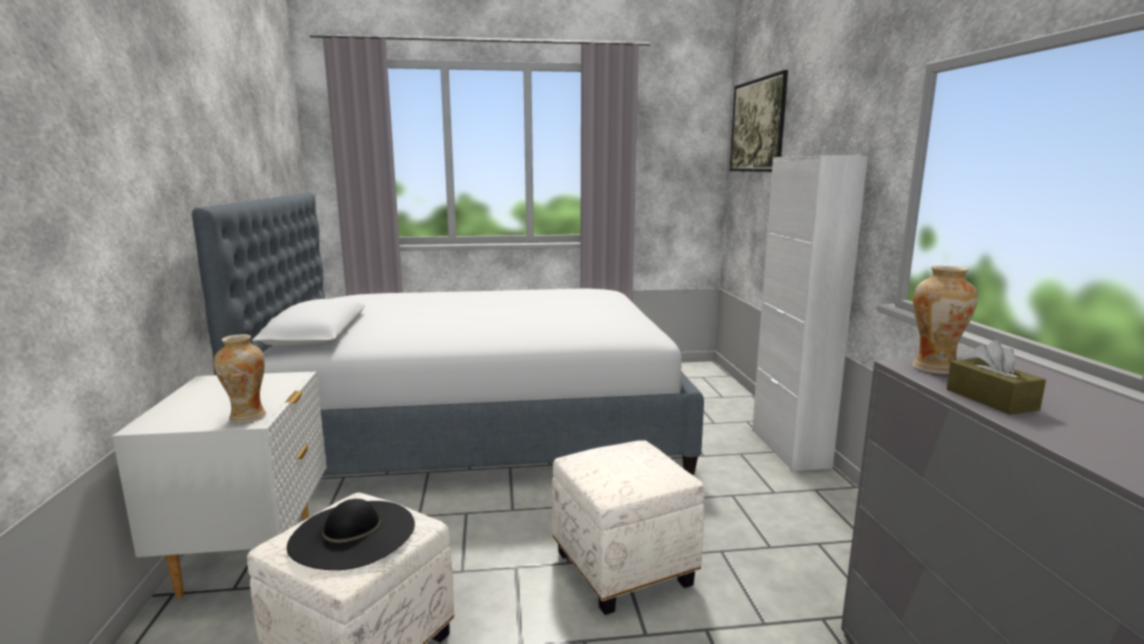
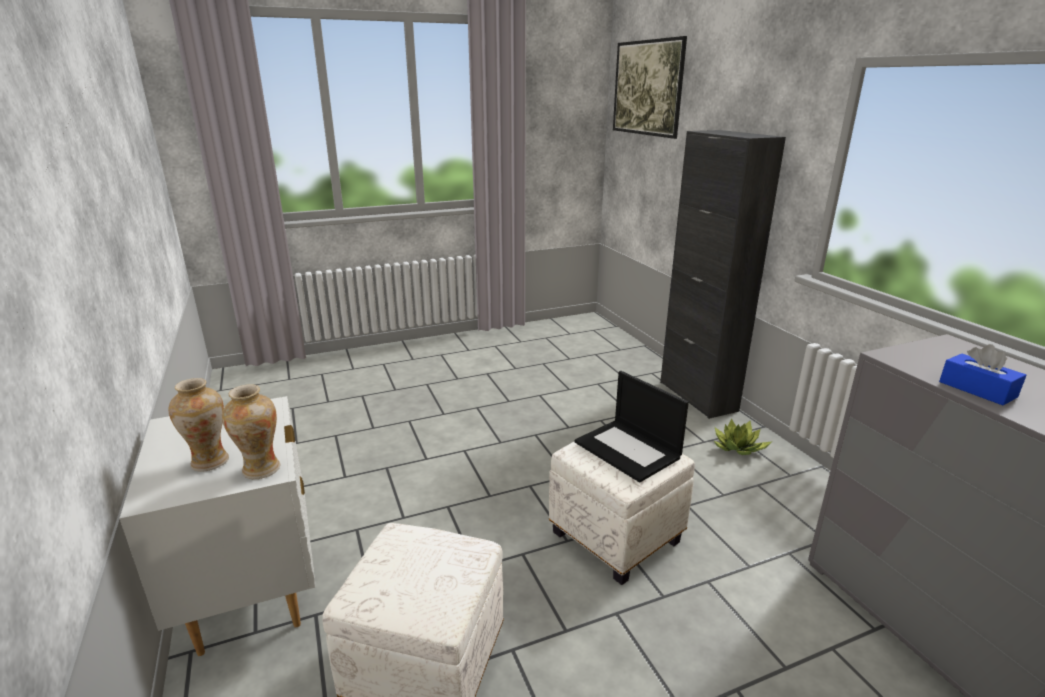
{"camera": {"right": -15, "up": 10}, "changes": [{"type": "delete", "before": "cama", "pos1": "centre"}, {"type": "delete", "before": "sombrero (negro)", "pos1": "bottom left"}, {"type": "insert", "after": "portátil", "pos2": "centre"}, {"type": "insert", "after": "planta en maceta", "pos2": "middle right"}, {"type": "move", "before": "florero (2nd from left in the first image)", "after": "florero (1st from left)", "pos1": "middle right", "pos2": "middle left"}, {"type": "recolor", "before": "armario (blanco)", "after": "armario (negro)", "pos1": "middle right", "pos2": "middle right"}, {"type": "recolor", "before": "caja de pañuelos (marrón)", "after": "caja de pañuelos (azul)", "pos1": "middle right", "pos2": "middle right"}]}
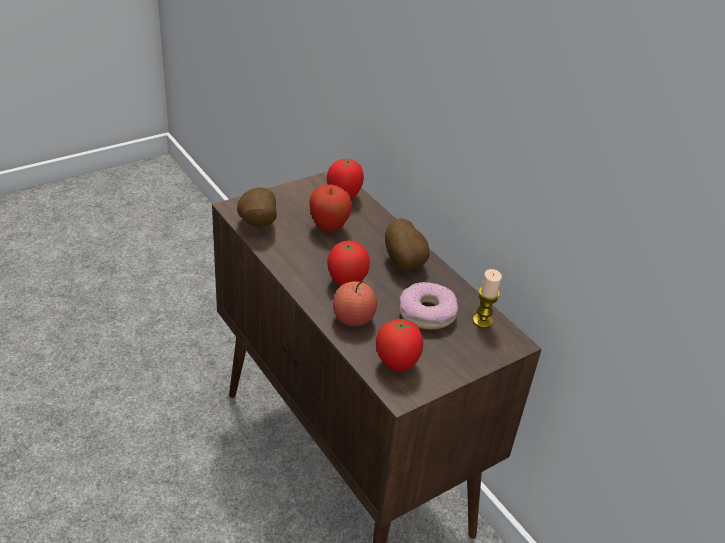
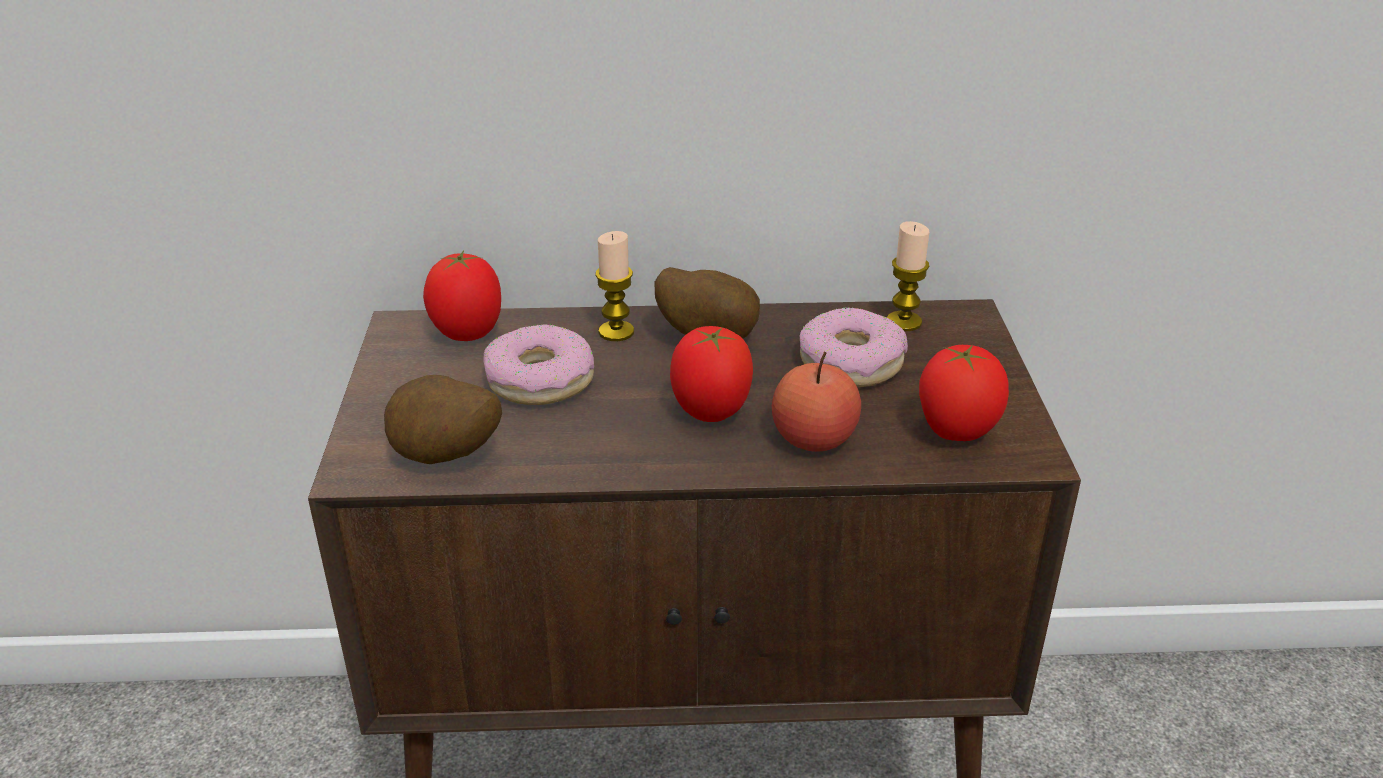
{"camera": {"right": -55, "up": -5}, "changes": [{"type": "insert", "after": "vela (1st from left)", "pos2": "centre"}, {"type": "replace", "before": "manzana (1st from left)", "after": "rosquilla (1st from left)", "pos1": "centre", "pos2": "centre"}]}
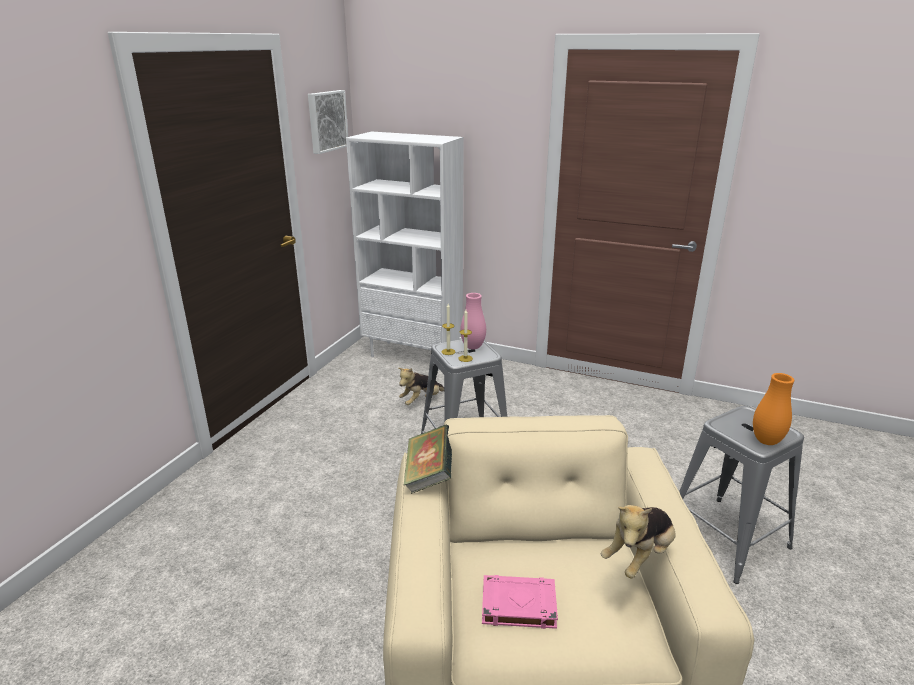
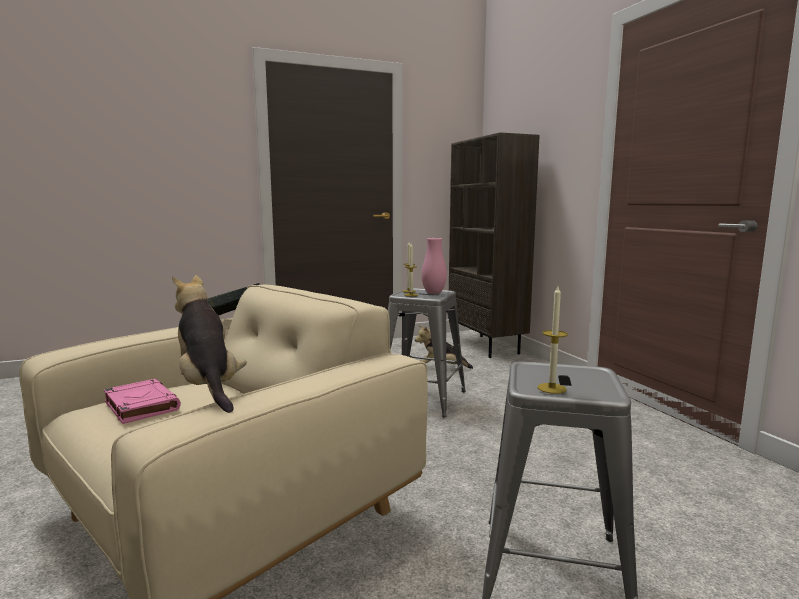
{"camera": {"right": 45, "up": -15}, "changes": [{"type": "delete", "before": "cuadro", "pos1": "top centre"}, {"type": "replace", "before": "florero (naranja)", "after": "vela (3rd from left)", "pos1": "middle right", "pos2": "middle right"}, {"type": "recolor", "before": "estantería (blanco)", "after": "estantería (marrón)", "pos1": "centre", "pos2": "centre"}, {"type": "rotate", "before": "peluche (2nd from left in the first image)", "pos1": "bottom right", "pos2": "middle left", "turn": 60}]}
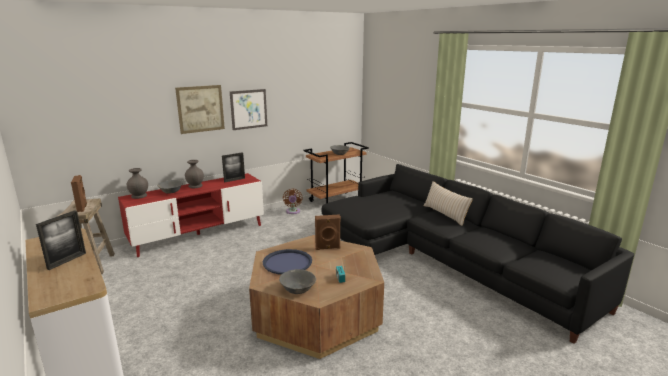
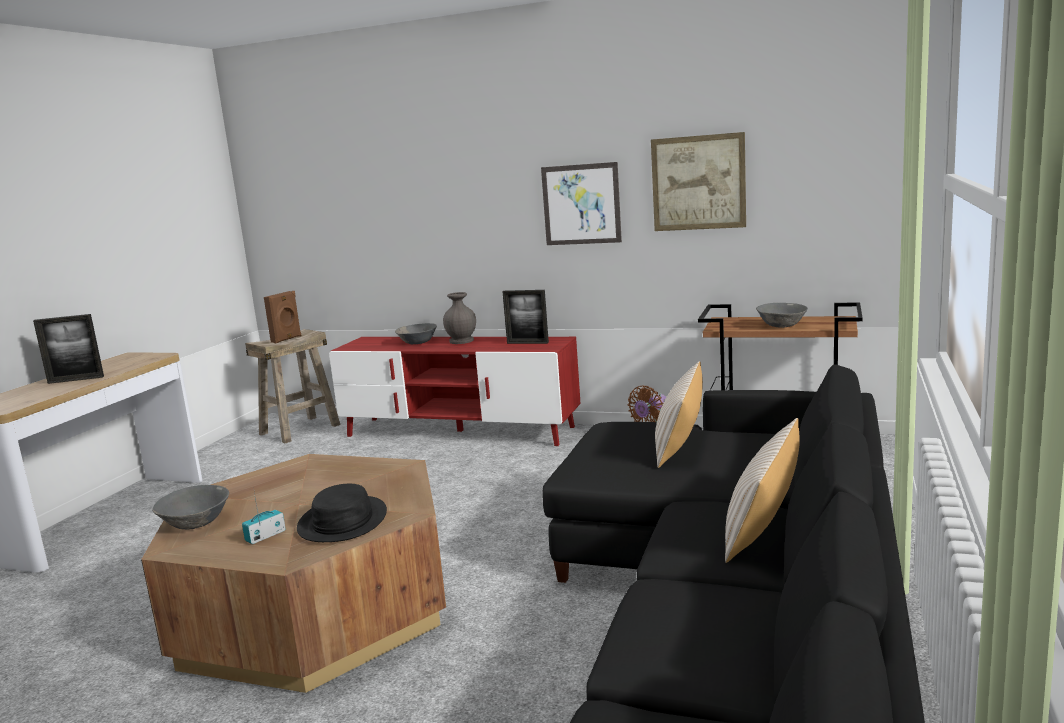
{"camera": {"right": 55, "up": -5}, "changes": [{"type": "delete", "before": "florero (gris) (1st from left)", "pos1": "middle left"}, {"type": "delete", "before": "bandeja (azul)", "pos1": "bottom centre"}, {"type": "delete", "before": "altavoz (marrón) (2nd from left)", "pos1": "centre"}, {"type": "insert", "after": "sombrero (negro)", "pos2": "bottom left"}, {"type": "insert", "after": "cojín (beis) (1st from left)", "pos2": "centre"}, {"type": "move", "before": "cuadro (1st from left in the first image)", "after": "cuadro (2nd from left)", "pos1": "top left", "pos2": "top centre"}]}
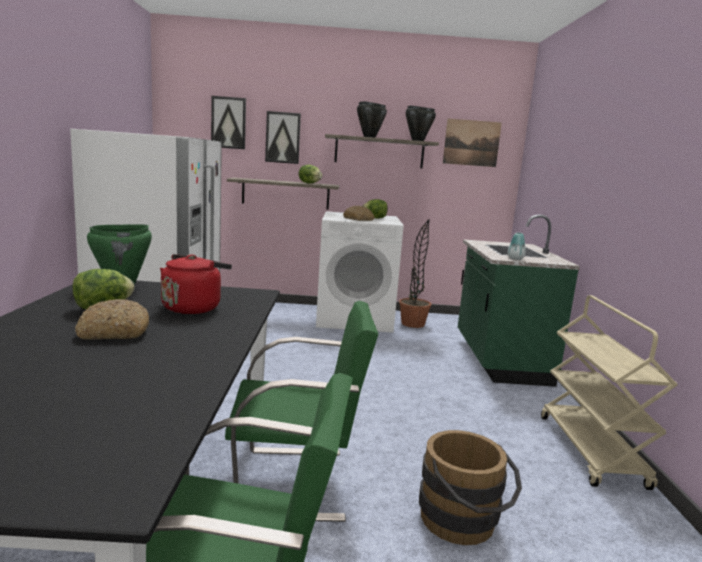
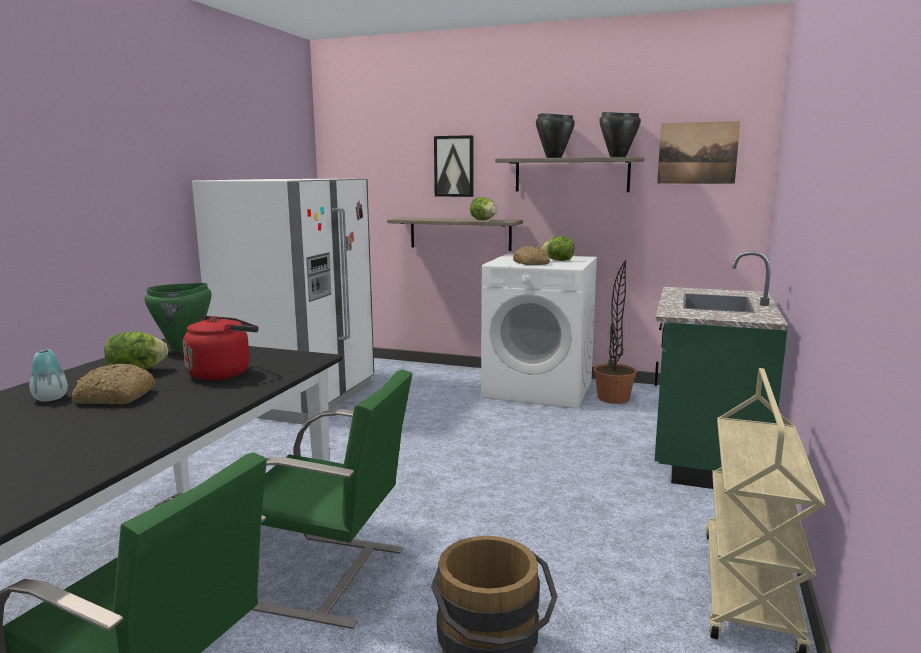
{"camera": {"right": 20, "up": 0}, "changes": [{"type": "delete", "before": "cuadro (1st from left)", "pos1": "top left"}, {"type": "move", "before": "florero", "pos1": "middle right", "pos2": "middle left"}]}
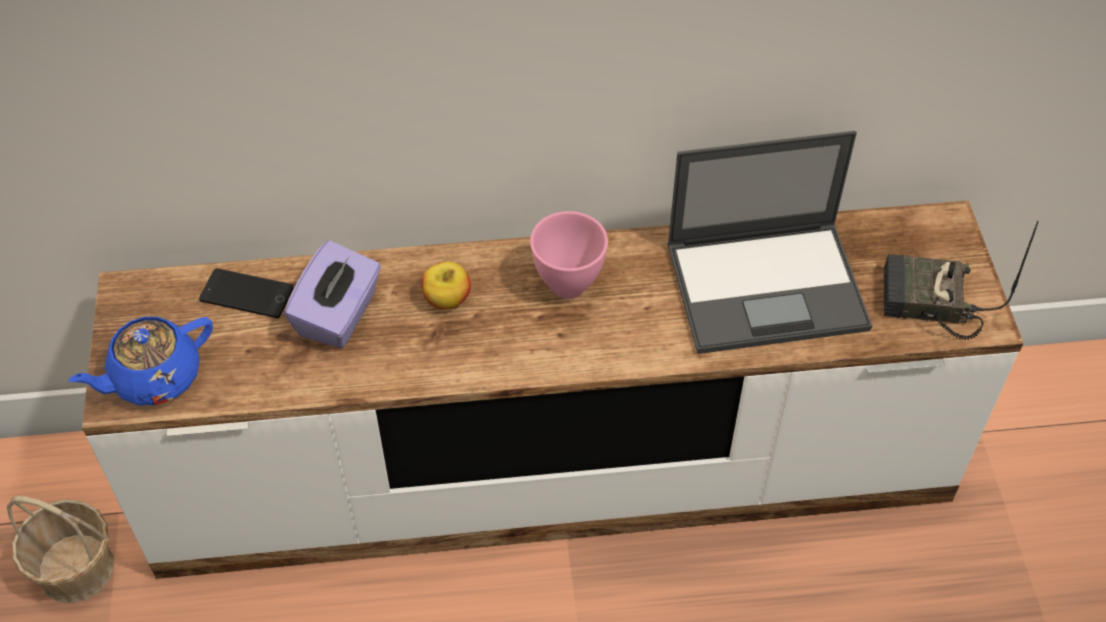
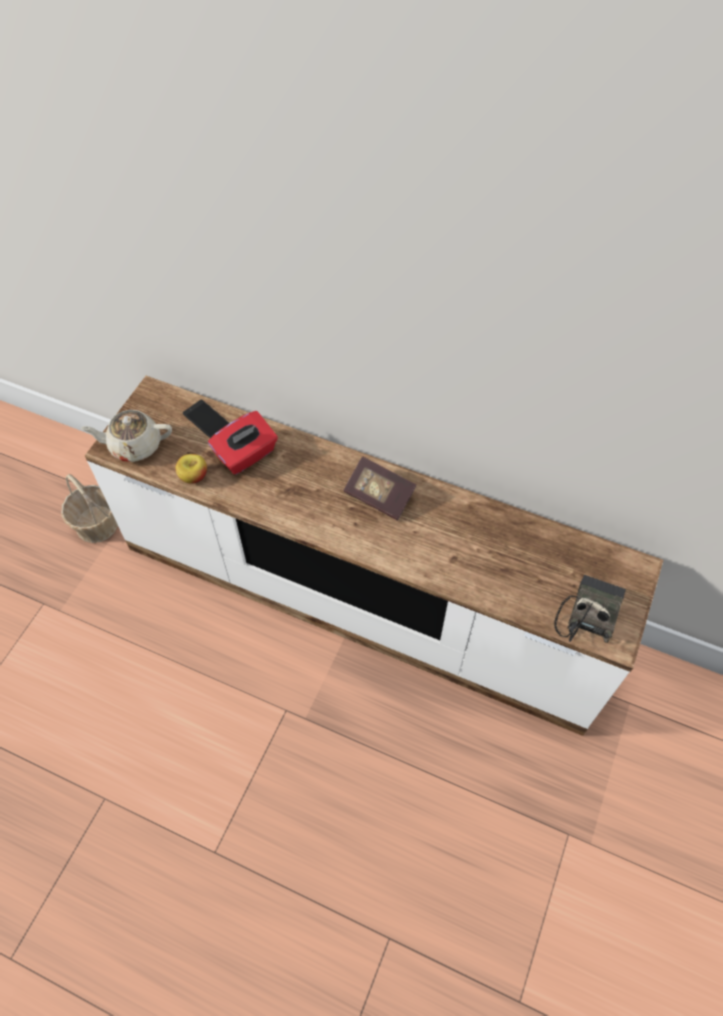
{"camera": {"right": 30, "up": 5}, "changes": [{"type": "delete", "before": "portátil", "pos1": "middle right"}, {"type": "move", "before": "manzana", "pos1": "centre", "pos2": "middle left"}, {"type": "replace", "before": "cuenco (rosa)", "after": "libro", "pos1": "centre", "pos2": "centre"}, {"type": "recolor", "before": "tetera (azul)", "after": "tetera (beis)", "pos1": "middle left", "pos2": "middle left"}, {"type": "recolor", "before": "caja de pañuelos (morado)", "after": "caja de pañuelos (rojo)", "pos1": "middle left", "pos2": "centre"}, {"type": "rotate", "before": "radio", "pos1": "middle right", "pos2": "middle right", "turn": 75}]}
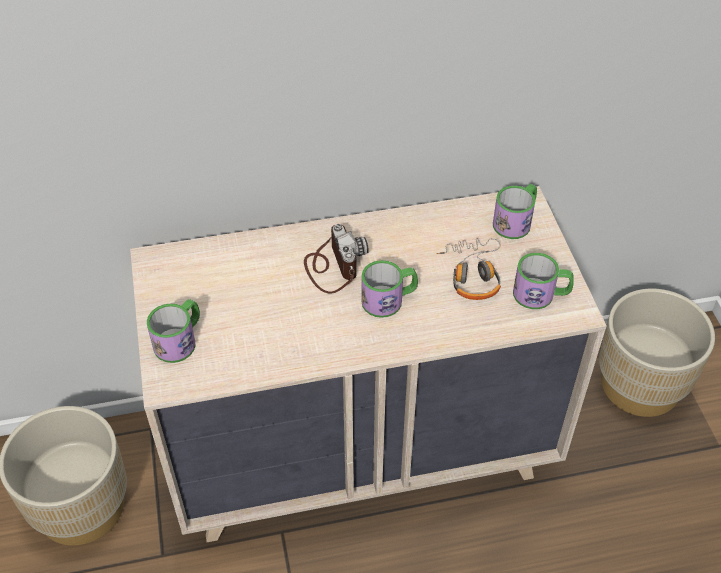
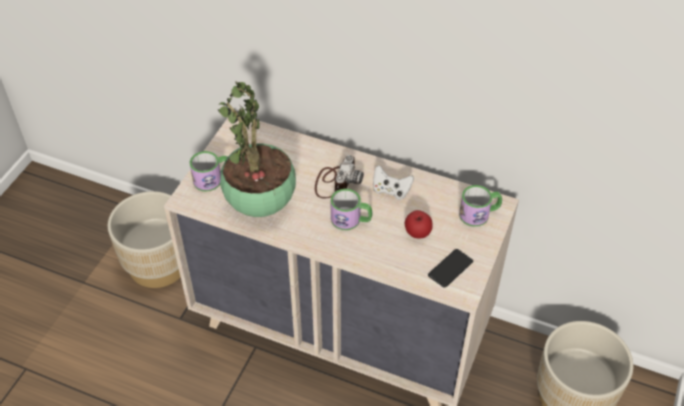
{"camera": {"right": 35, "up": 0}, "changes": [{"type": "insert", "after": "planta en maceta", "pos2": "centre"}, {"type": "insert", "after": "mando de consola (blanco)", "pos2": "centre"}, {"type": "replace", "before": "auriculares", "after": "manzana", "pos1": "centre", "pos2": "centre"}, {"type": "replace", "before": "taza grande (4th from left)", "after": "móvil", "pos1": "middle right", "pos2": "centre"}]}
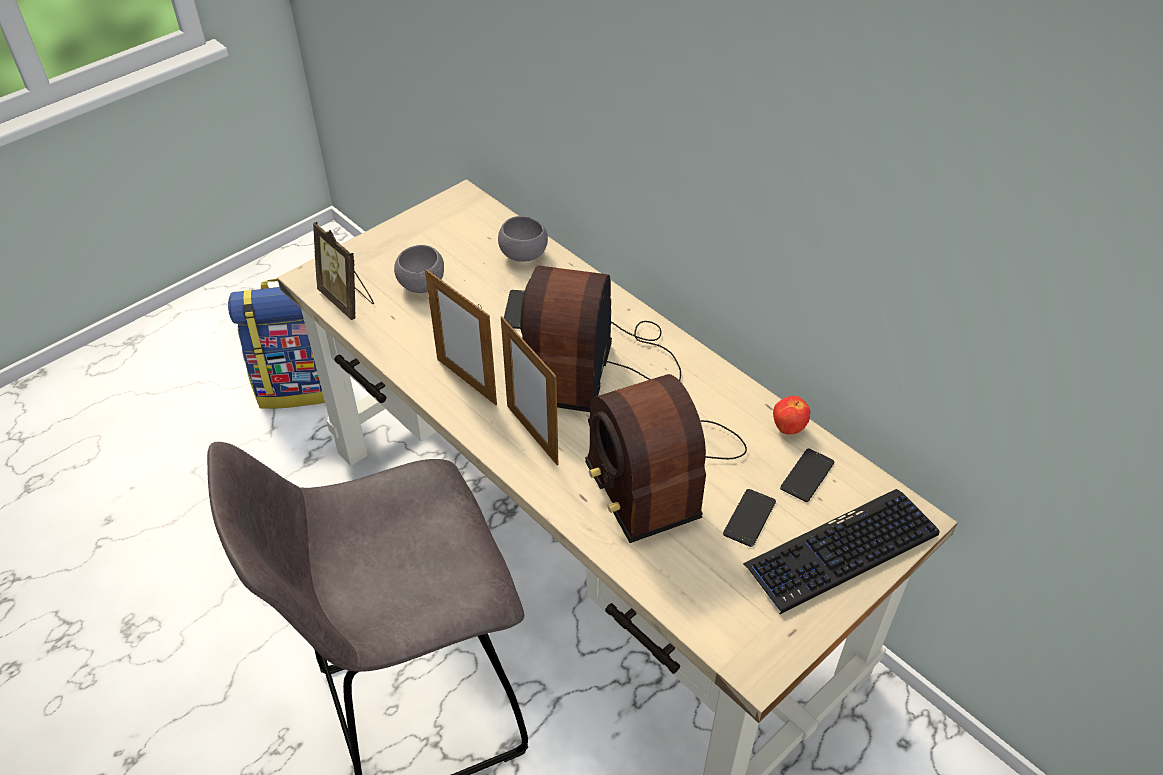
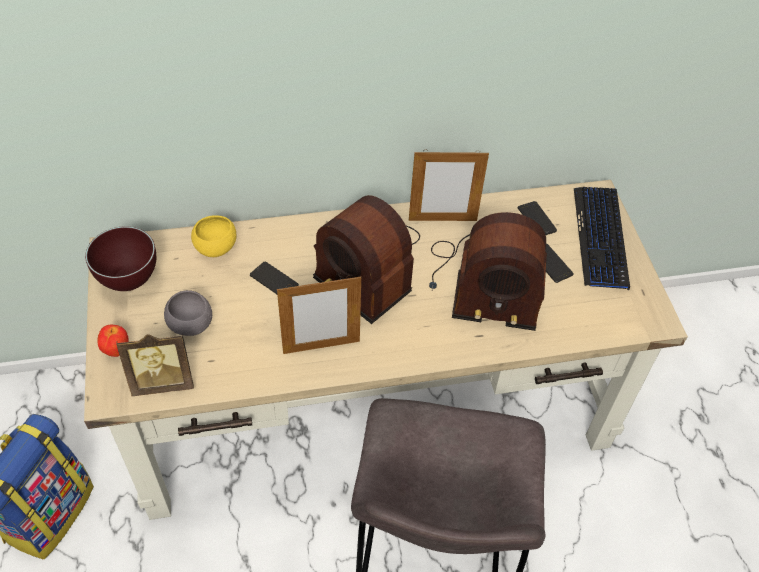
{"camera": {"right": -60, "up": 5}, "changes": [{"type": "insert", "after": "cuenco (marrón)", "pos2": "middle left"}, {"type": "move", "before": "portarretratos (3rd from left)", "pos1": "centre", "pos2": "top centre"}, {"type": "move", "before": "manzana", "pos1": "middle right", "pos2": "middle left"}, {"type": "recolor", "before": "cuenco (gris) (2nd from left)", "after": "cuenco (amarillo)", "pos1": "top centre", "pos2": "middle left"}]}
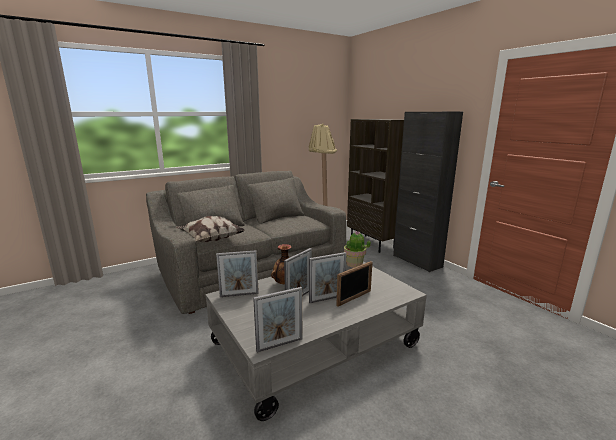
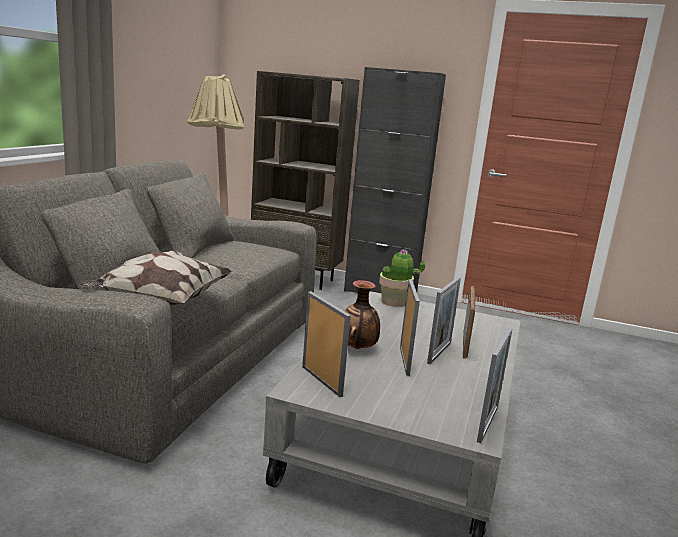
{"camera": {"right": -40, "up": 0}, "changes": [{"type": "rotate", "before": "portarretratos (1st from left)", "pos1": "centre", "pos2": "centre", "turn": -75}]}
